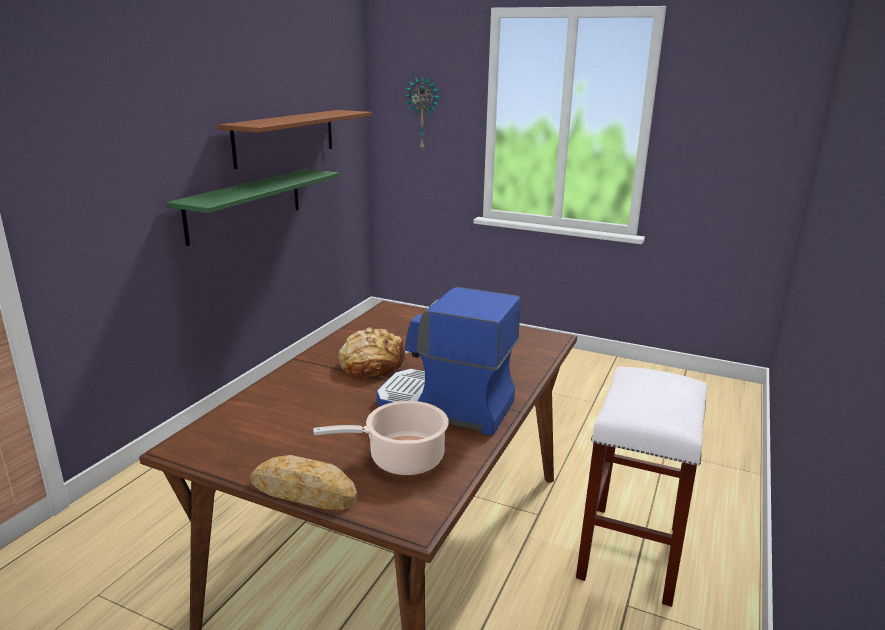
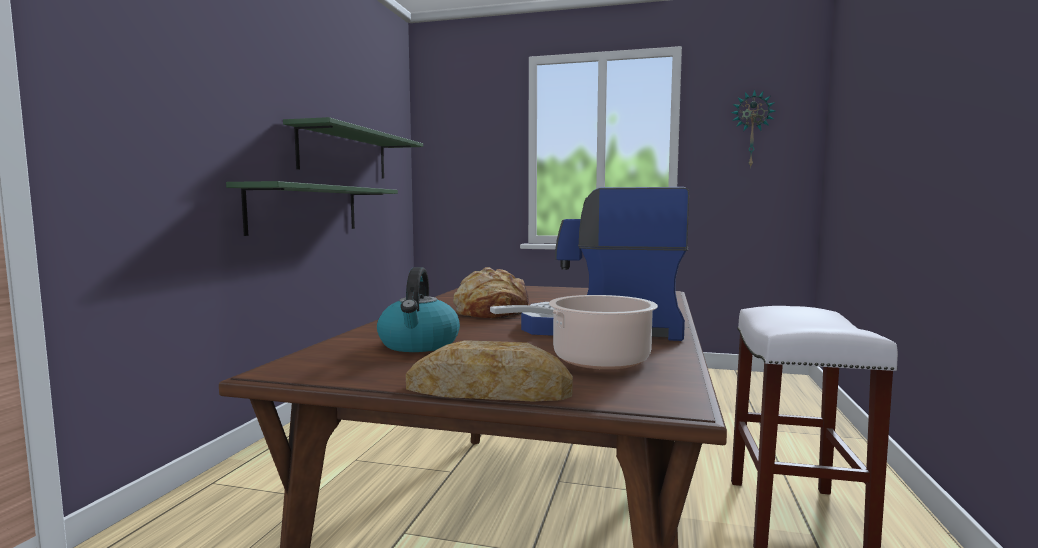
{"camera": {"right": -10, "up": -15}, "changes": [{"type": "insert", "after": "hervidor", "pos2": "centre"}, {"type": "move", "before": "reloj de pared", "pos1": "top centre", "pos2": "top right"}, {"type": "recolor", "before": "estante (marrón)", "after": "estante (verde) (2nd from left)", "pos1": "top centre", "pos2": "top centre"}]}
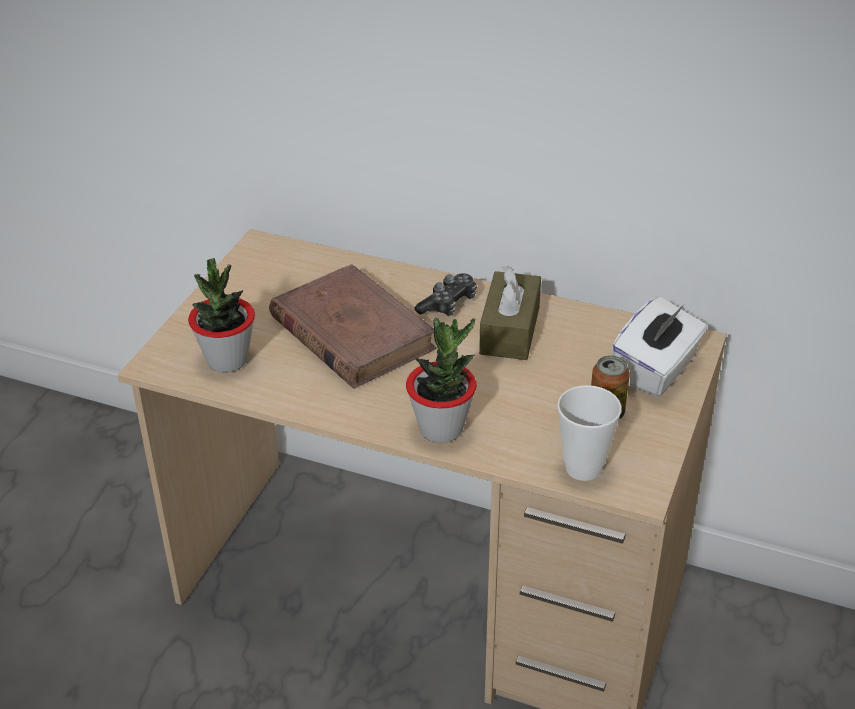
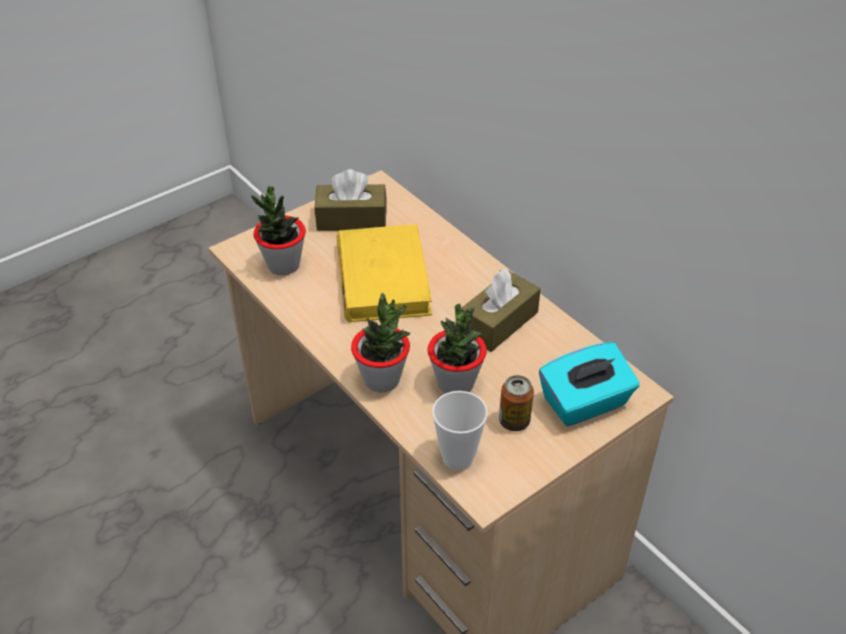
{"camera": {"right": 30, "up": 5}, "changes": [{"type": "delete", "before": "mando de consola", "pos1": "centre"}, {"type": "insert", "after": "caja de pañuelos (marrón) (1st from left)", "pos2": "top centre"}, {"type": "insert", "after": "planta en maceta (3rd from left)", "pos2": "centre"}, {"type": "recolor", "before": "libro (marrón)", "after": "libro (amarillo)", "pos1": "centre", "pos2": "centre"}, {"type": "recolor", "before": "caja de pañuelos (blanco)", "after": "caja de pañuelos (turquesa)", "pos1": "middle right", "pos2": "middle right"}]}
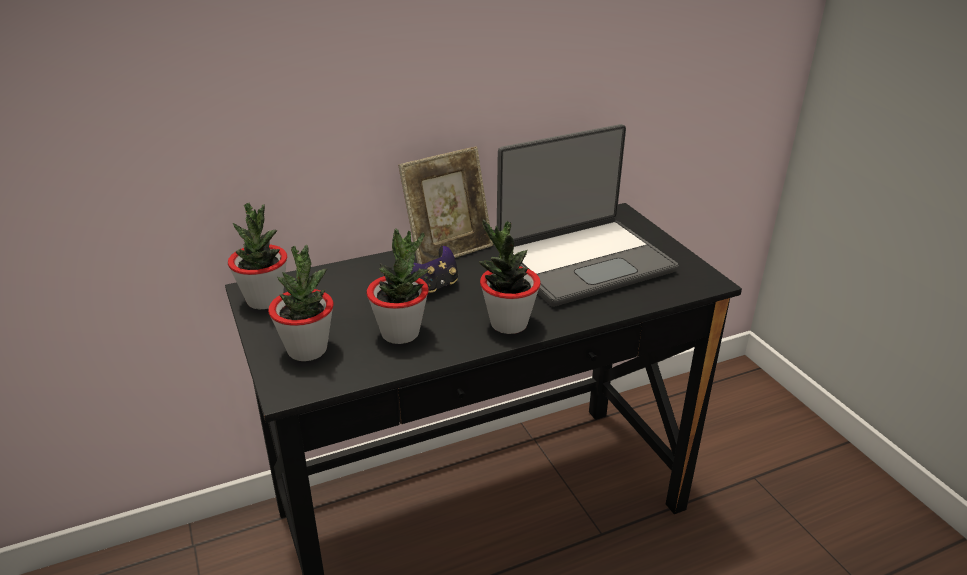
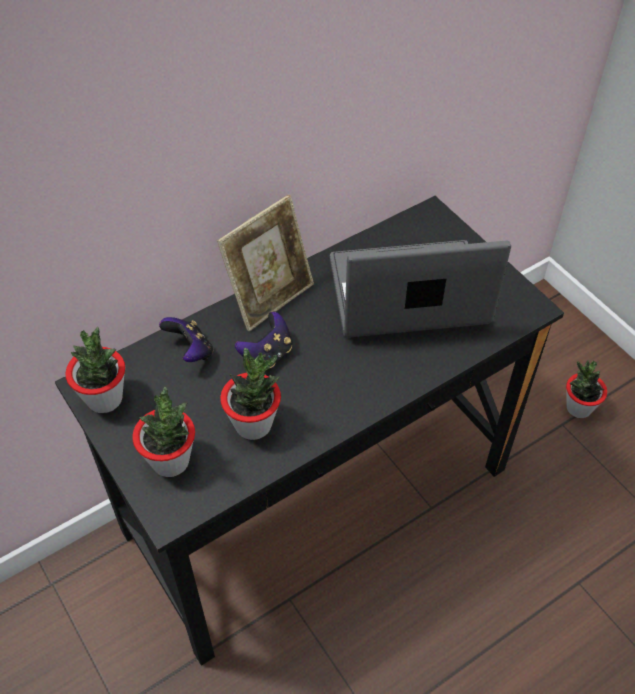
{"camera": {"right": -10, "up": 20}, "changes": [{"type": "insert", "after": "mando de consola (1st from left)", "pos2": "middle left"}, {"type": "move", "before": "planta en maceta (4th from left)", "pos1": "centre", "pos2": "middle right"}, {"type": "rotate", "before": "portátil", "pos1": "centre", "pos2": "centre", "turn": -150}]}
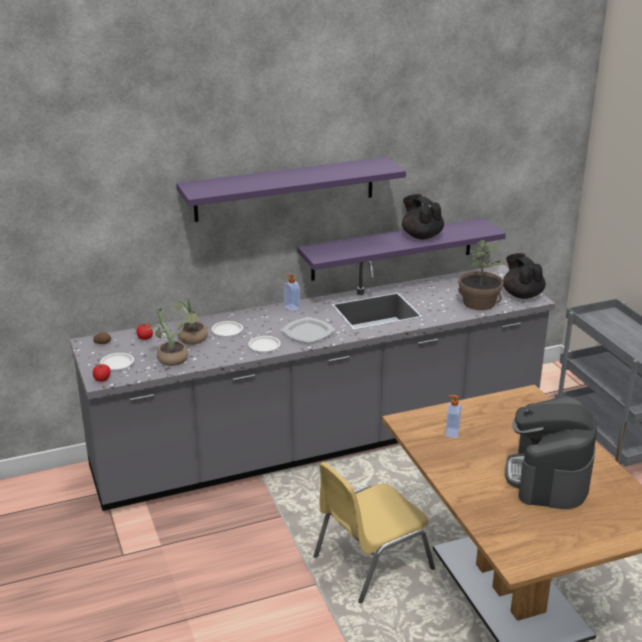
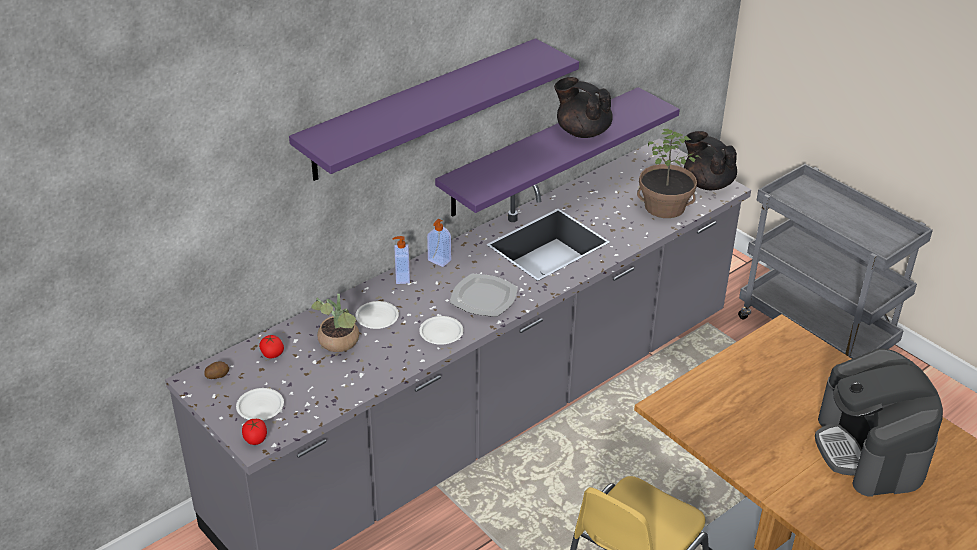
{"camera": {"right": -20, "up": 10}, "changes": [{"type": "delete", "before": "planta en maceta (1st from left)", "pos1": "middle left"}, {"type": "move", "before": "dispensador de jabón (2nd from left in the first image)", "after": "dispensador de jabón (1st from left)", "pos1": "middle right", "pos2": "centre"}]}
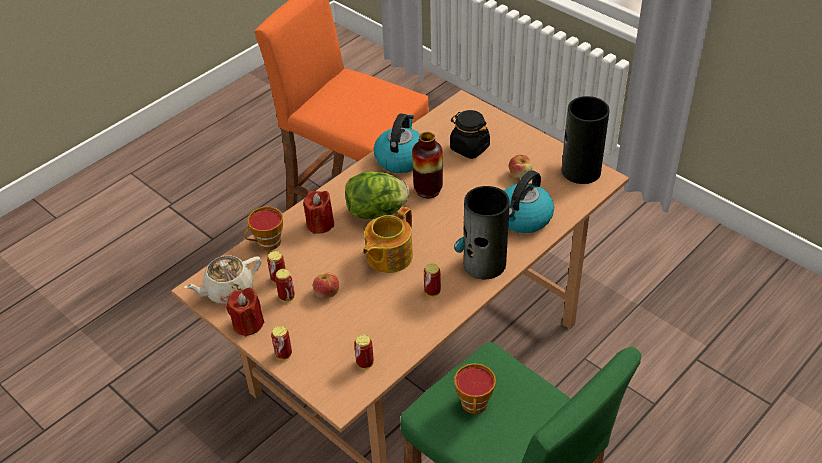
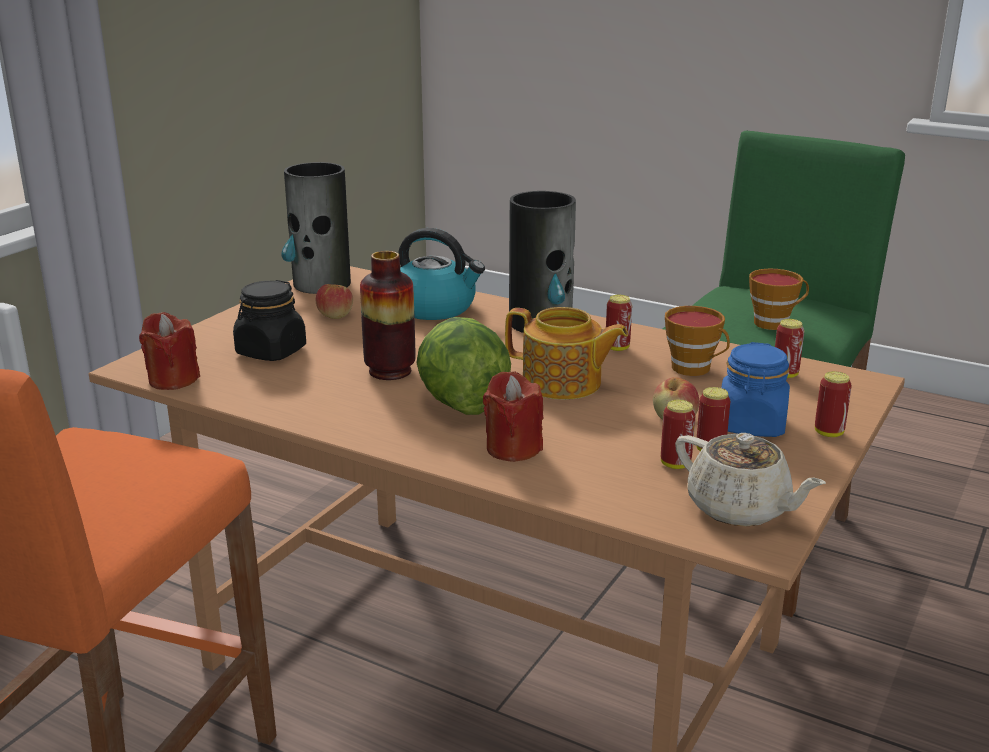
{"camera": {"right": -105, "up": -20}, "changes": [{"type": "delete", "before": "hervidor (1st from left)", "pos1": "top centre"}, {"type": "insert", "after": "tarro (azul)", "pos2": "middle right"}, {"type": "move", "before": "vela (rojo) (1st from left)", "pos1": "bottom left", "pos2": "middle left"}, {"type": "move", "before": "taza (1st from left)", "pos1": "middle left", "pos2": "middle right"}]}
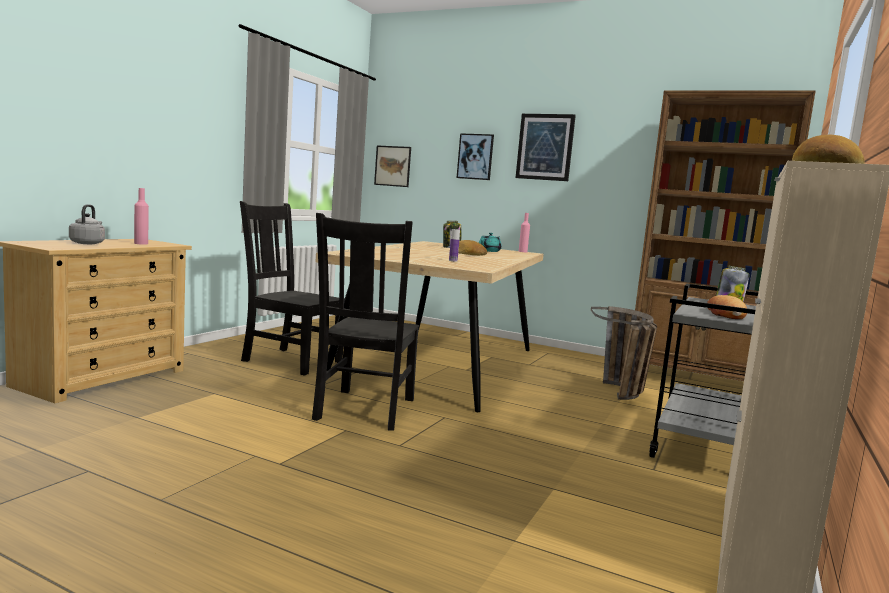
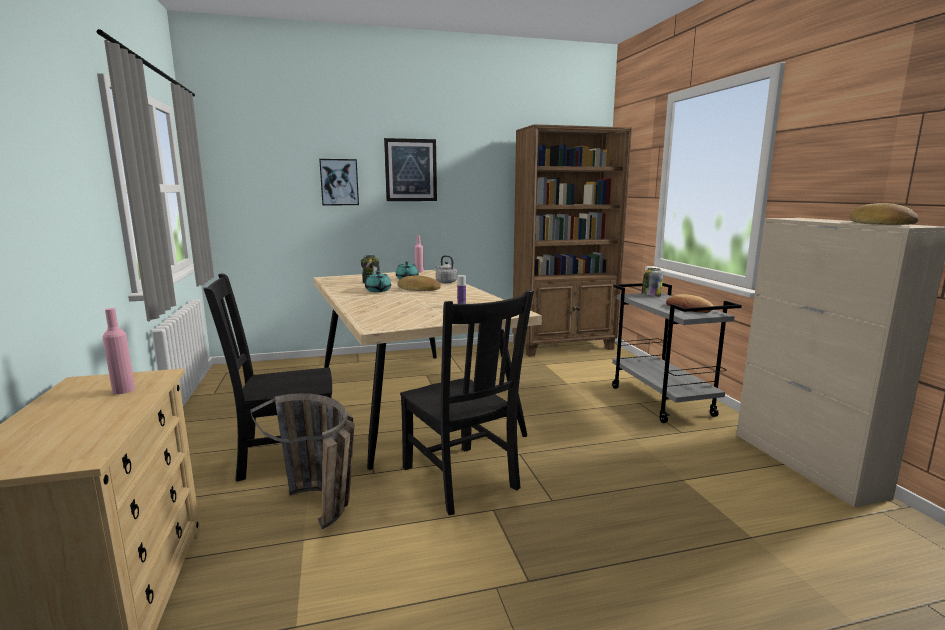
{"camera": {"right": -40, "up": 5}, "changes": [{"type": "delete", "before": "cuadro (1st from left)", "pos1": "top centre"}, {"type": "insert", "after": "tetera (turquesa) (1st from left)", "pos2": "centre"}, {"type": "move", "before": "hervidor (gris)", "pos1": "middle left", "pos2": "centre"}, {"type": "move", "before": "cesta", "pos1": "middle right", "pos2": "bottom left"}]}
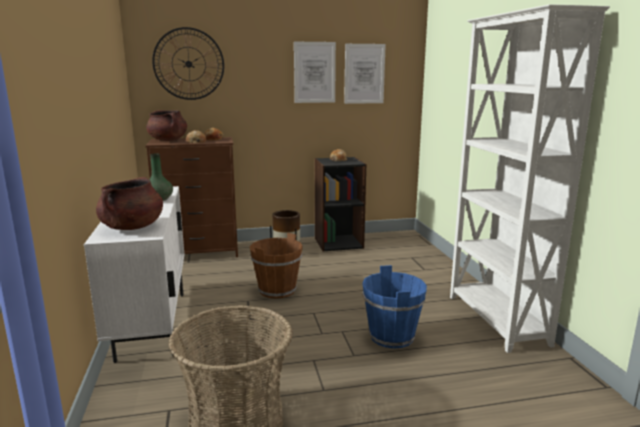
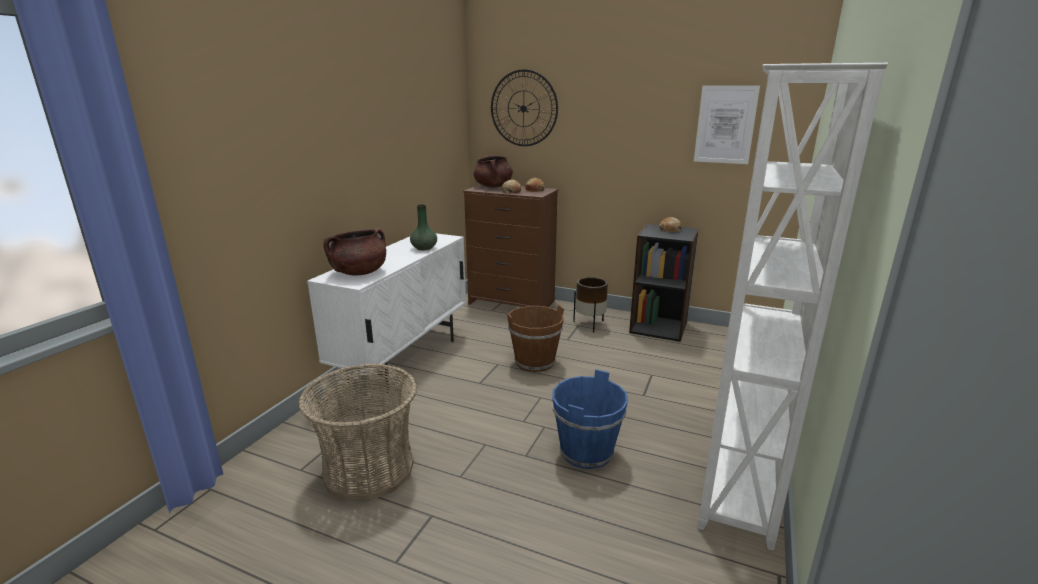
{"camera": {"right": 35, "up": 5}, "changes": [{"type": "delete", "before": "cuadro (1st from left)", "pos1": "top centre"}]}
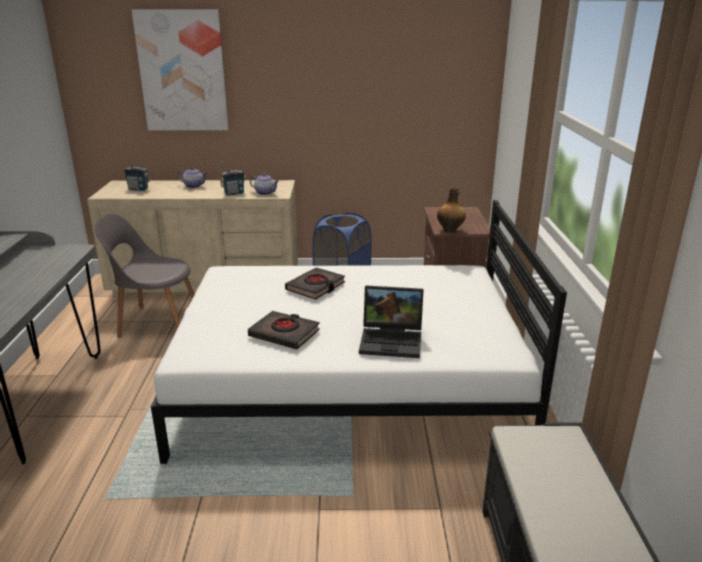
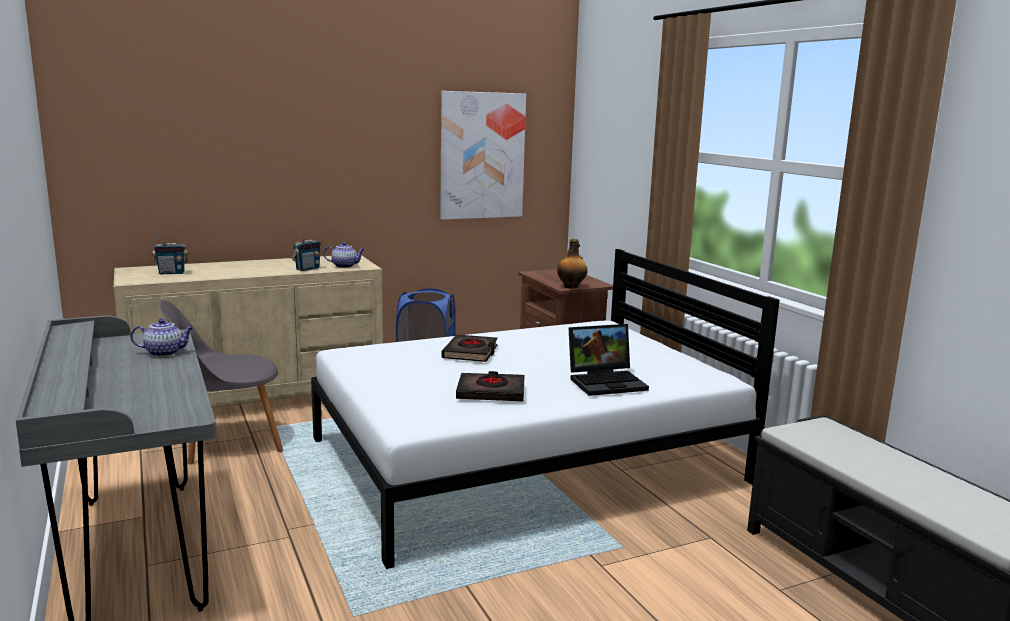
{"camera": {"right": -25, "up": -10}, "changes": [{"type": "move", "before": "cuadro", "pos1": "top left", "pos2": "top centre"}, {"type": "move", "before": "tetera (1st from left)", "pos1": "top left", "pos2": "middle left"}]}
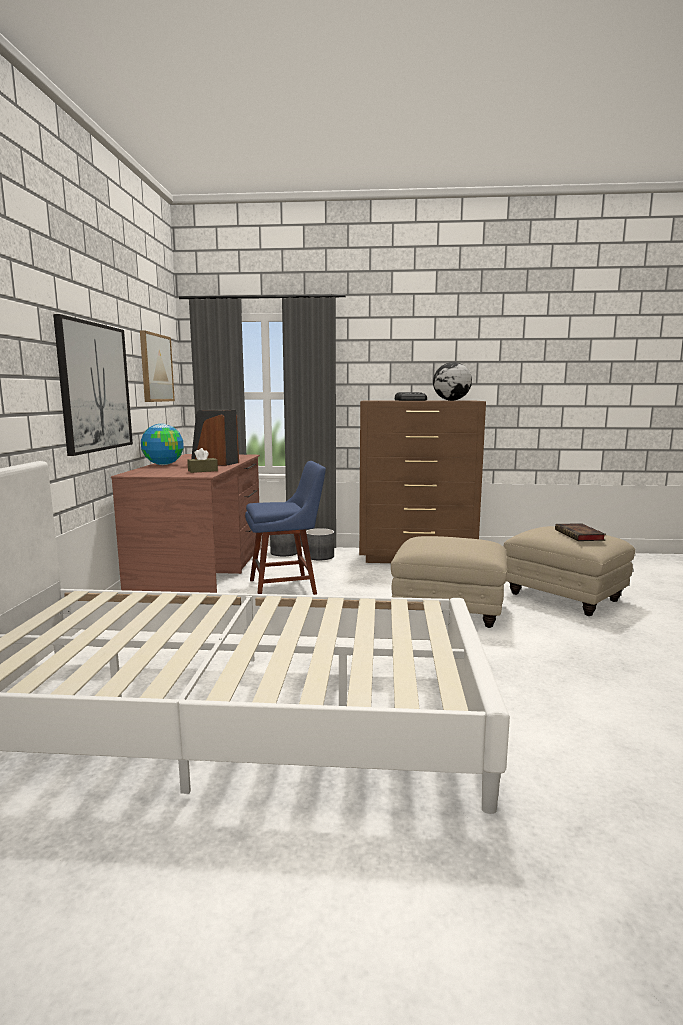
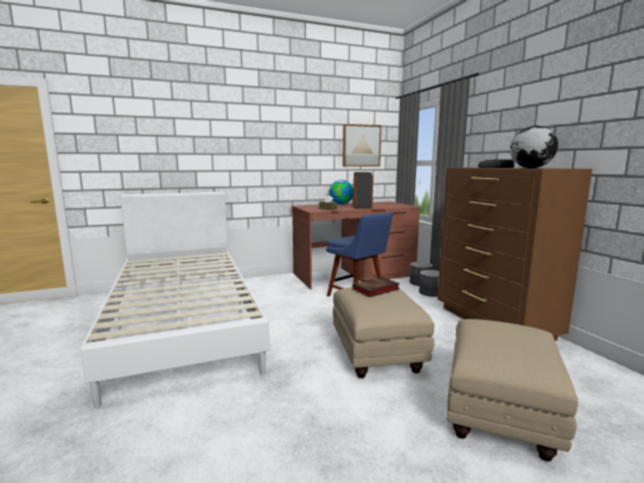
{"camera": {"right": 65, "up": 0}, "changes": [{"type": "delete", "before": "cuadro (1st from left)", "pos1": "middle left"}, {"type": "move", "before": "libro", "pos1": "middle right", "pos2": "centre"}]}
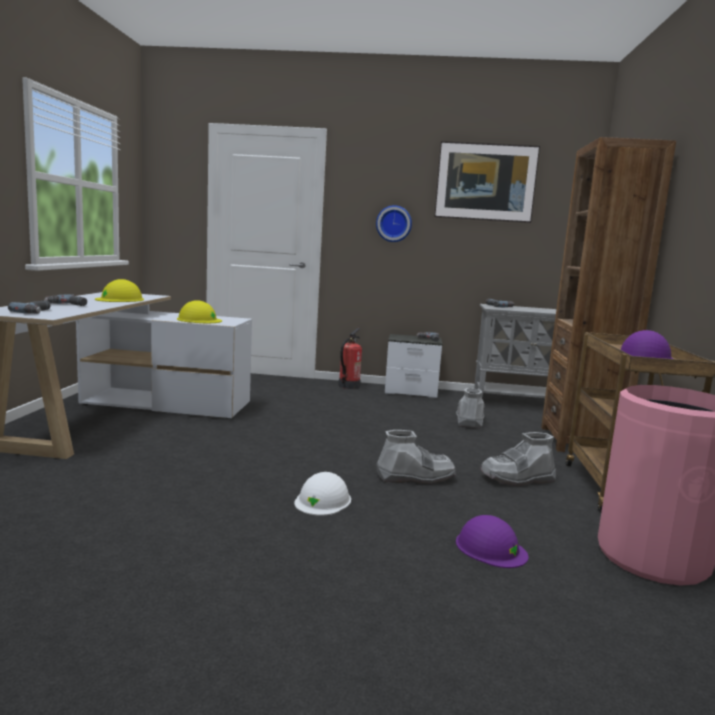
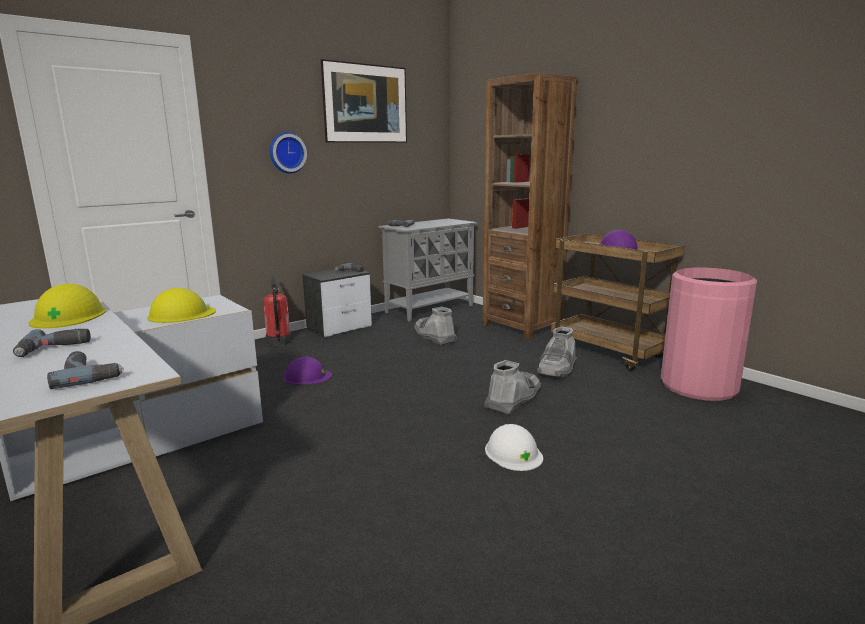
{"camera": {"right": -45, "up": 5}, "changes": [{"type": "move", "before": "casco (morado) (1st from left)", "pos1": "bottom right", "pos2": "centre"}]}
